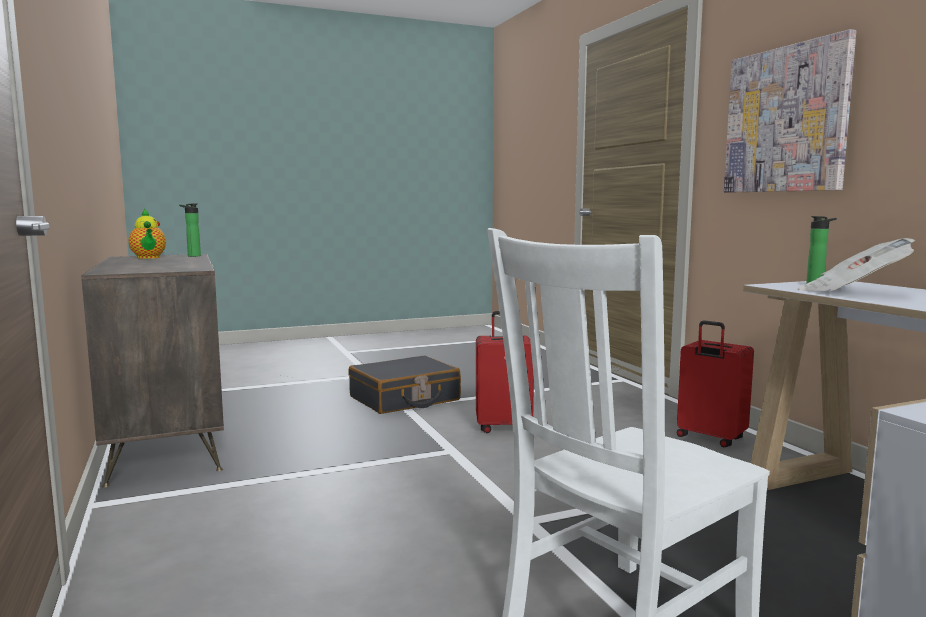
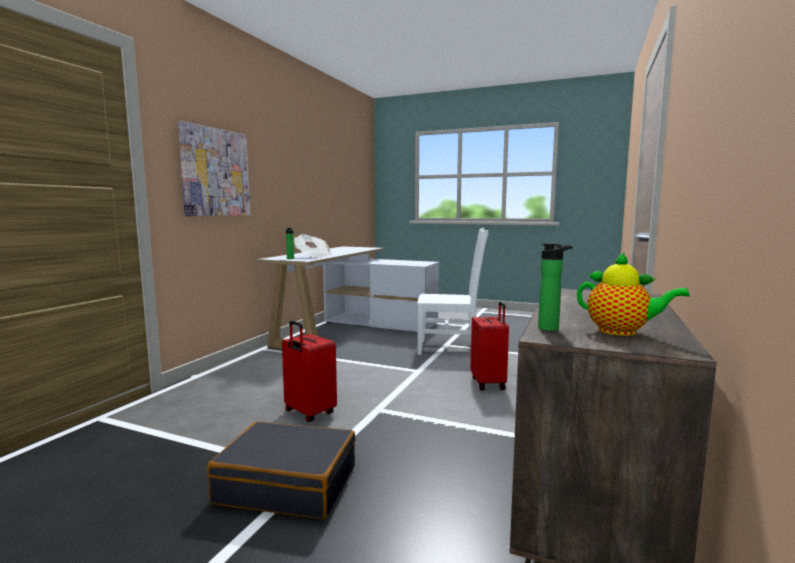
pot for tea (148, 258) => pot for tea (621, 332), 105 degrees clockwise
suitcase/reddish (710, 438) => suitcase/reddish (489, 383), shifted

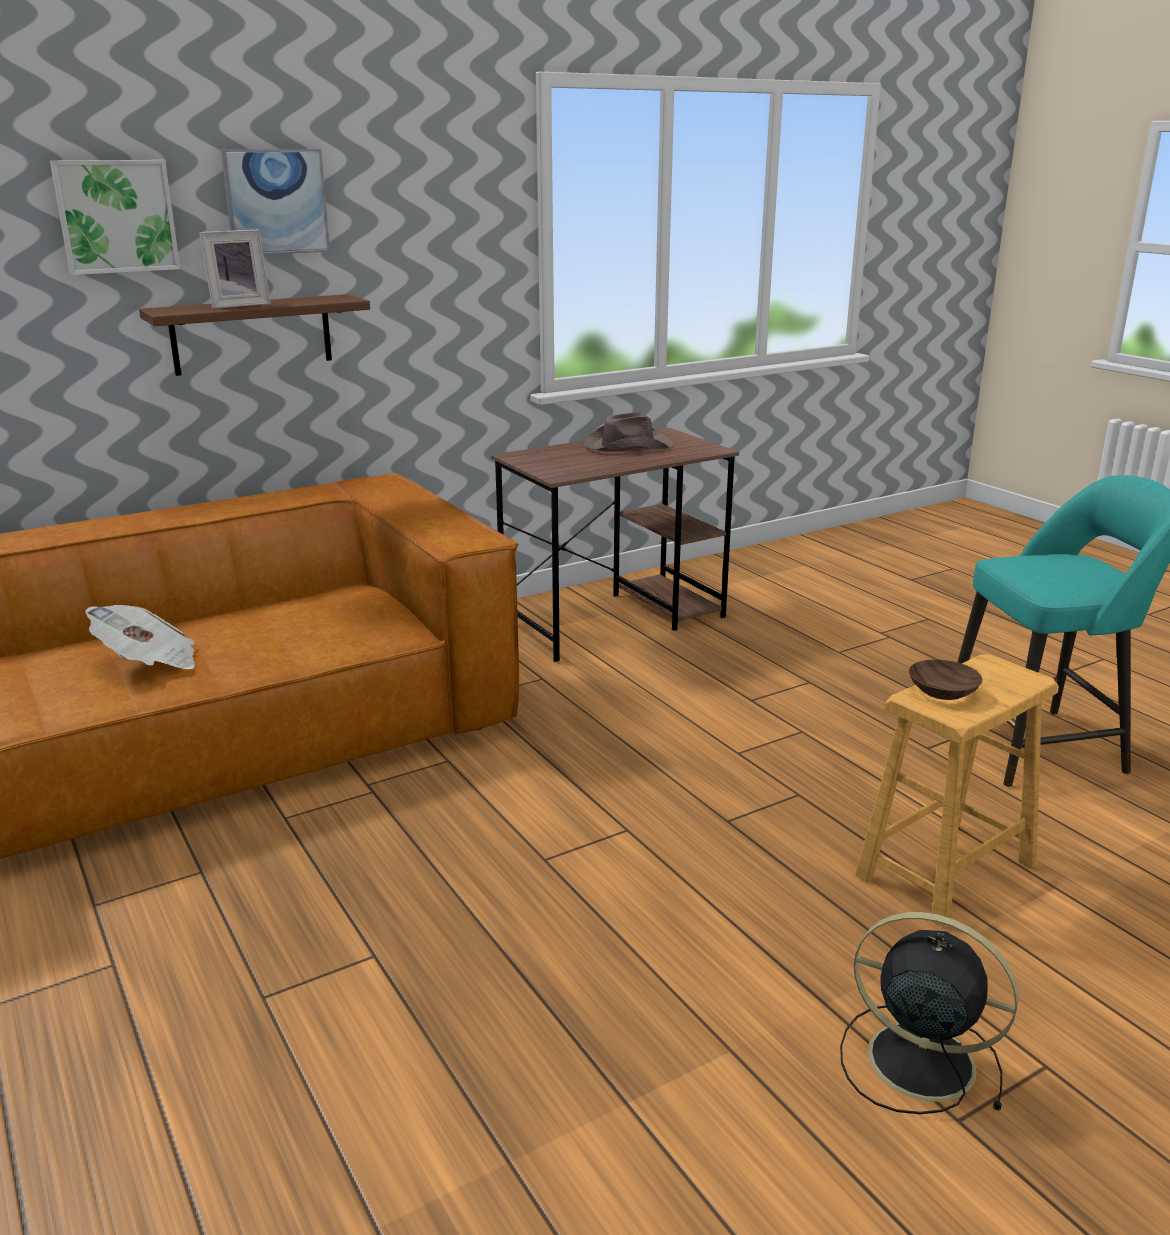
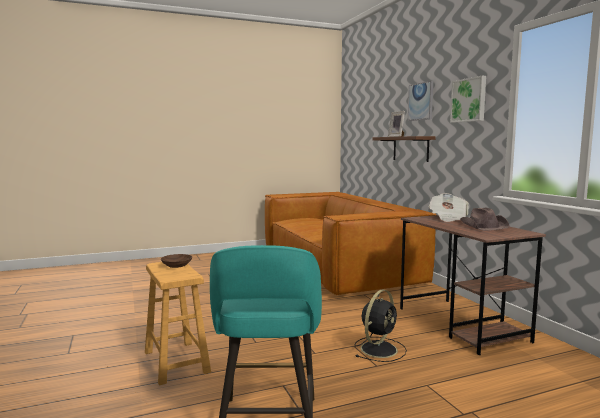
wall art (116, 216) => wall art (469, 100), shifted
printed paper (149, 662) => printed paper (448, 218), shifted
fan/black (916, 1059) => fan/black (379, 349), shifted

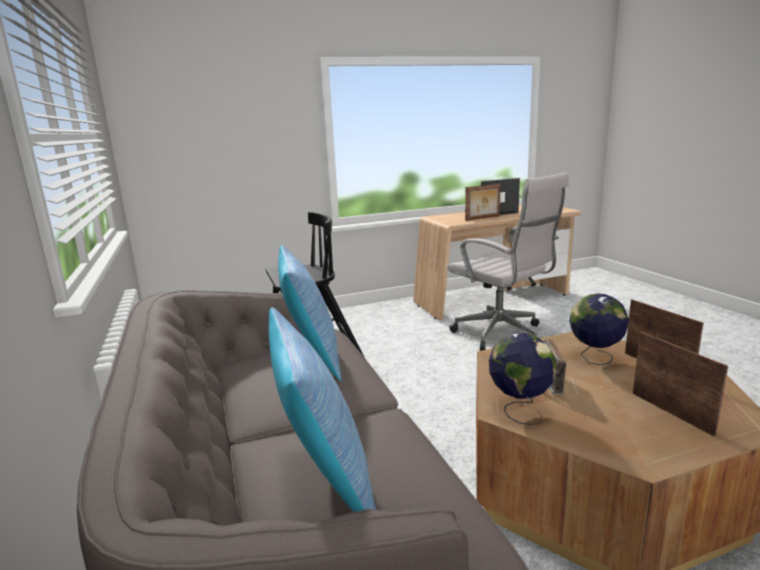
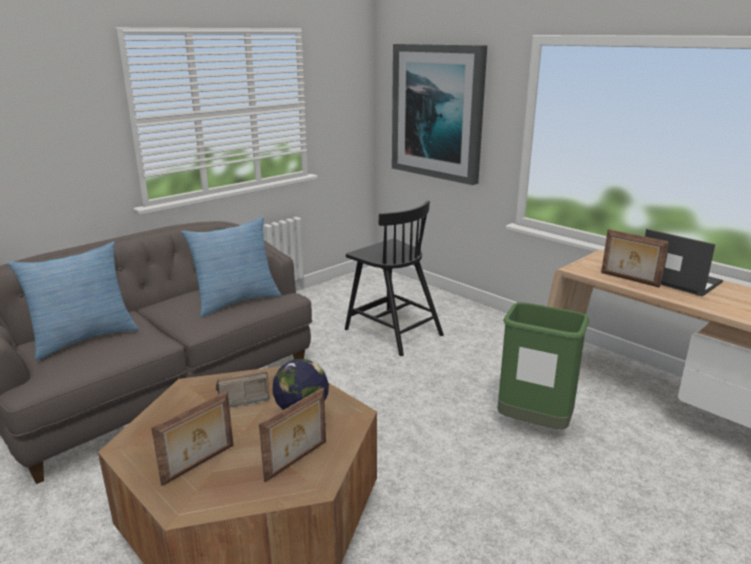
desk chair/whitish (502, 335) => waste bin/green-coloured (533, 425)
desk globe (520, 410) => nothing
nothing => wall art (438, 112)

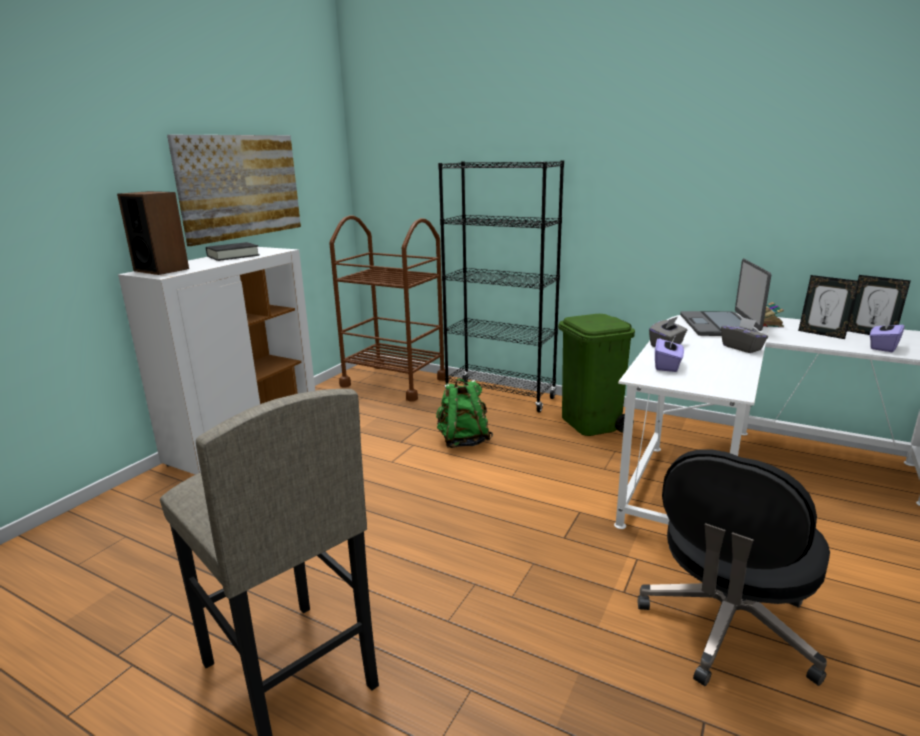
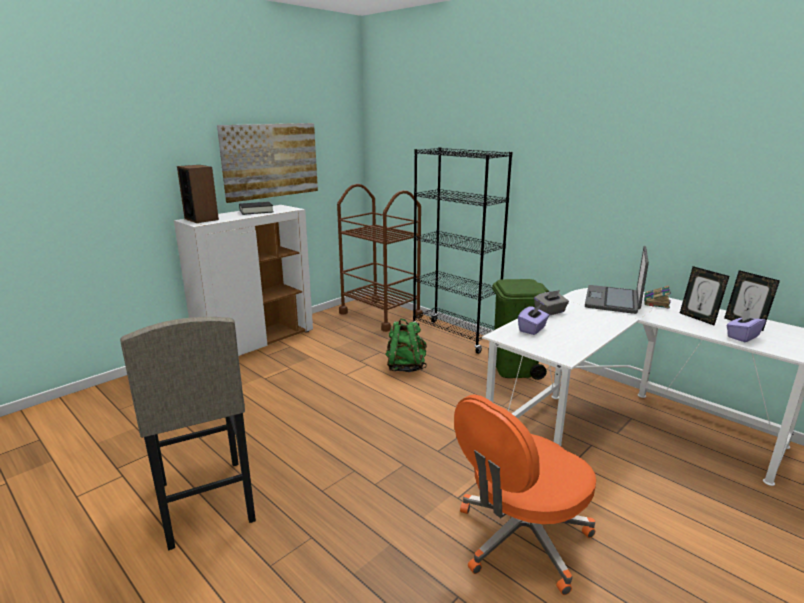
tissue box/greyish (742, 348) => nothing
desk chair/black (727, 627) => desk chair/orangey (520, 539)

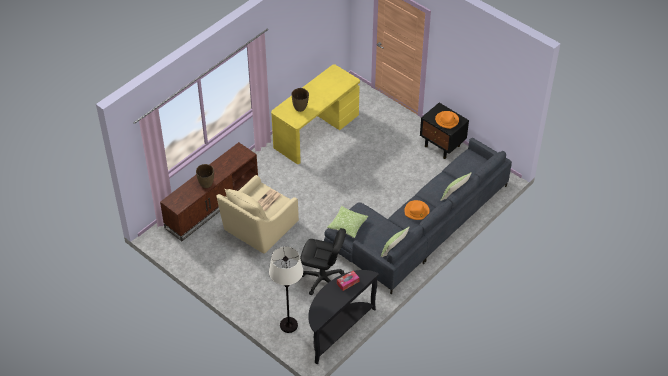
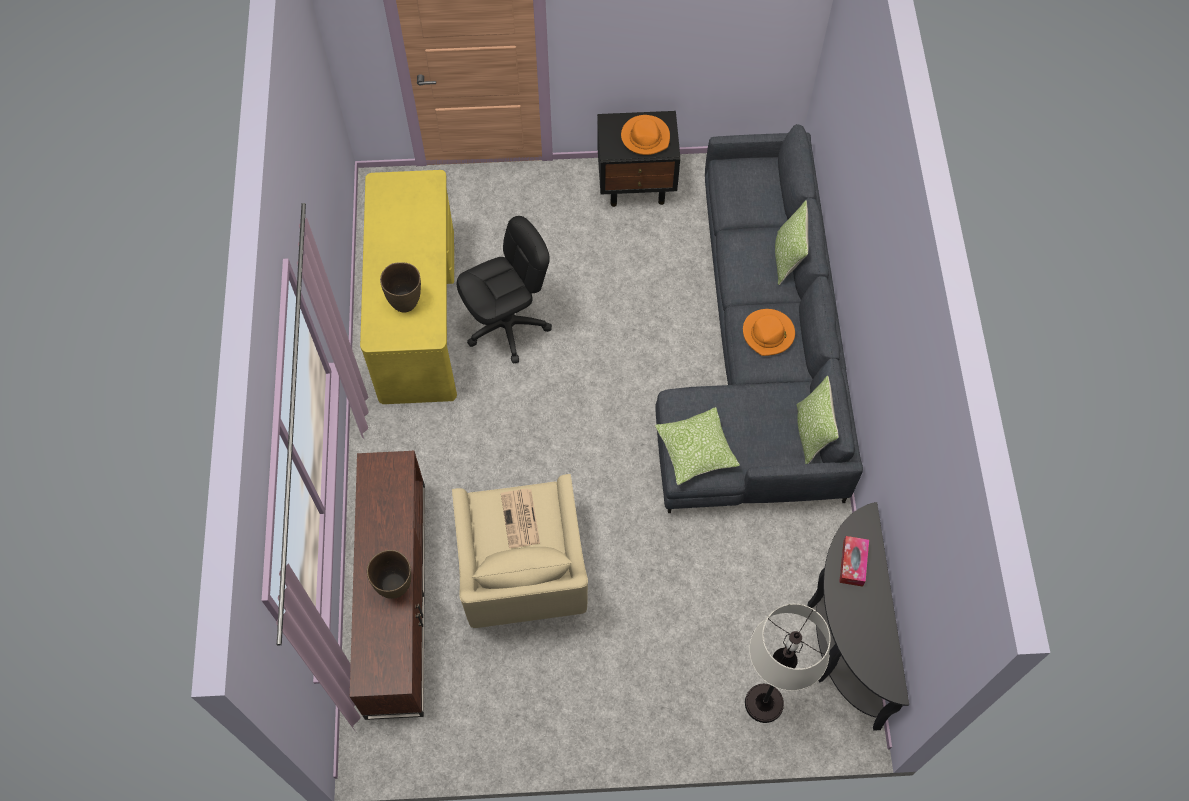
desk chair/black (322, 279) => desk chair/black (507, 326), shifted

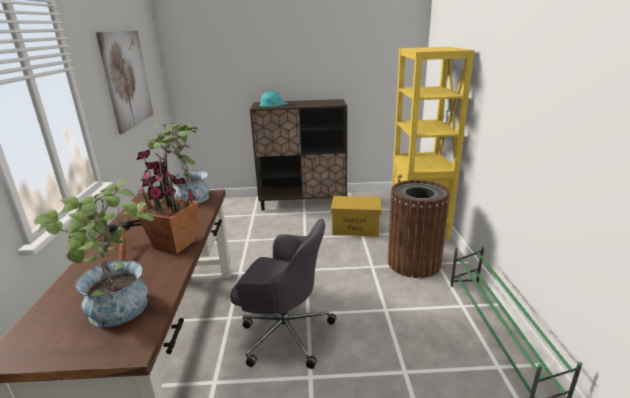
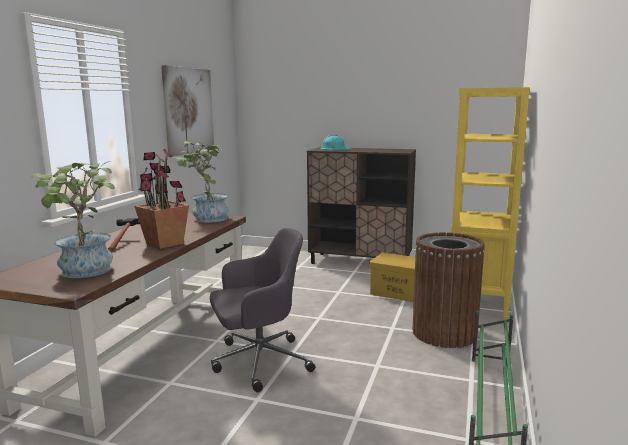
desk chair/greyish (284, 333) => desk chair/greyish (258, 362), 60 degrees counterclockwise

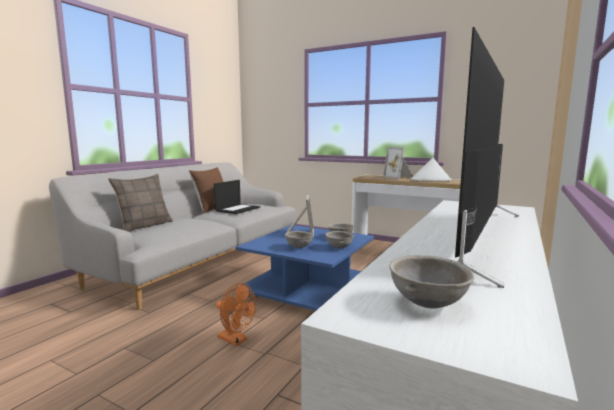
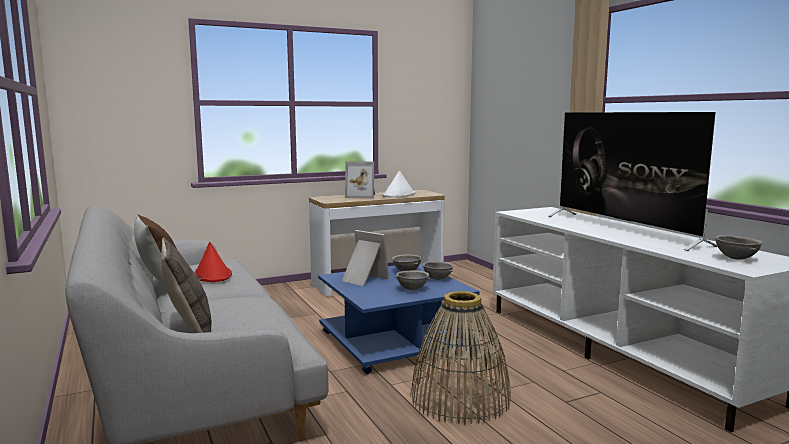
notebook computer (237, 209) => hat/reddish (212, 275)
fan/orangey (236, 340) => storage basket (459, 398)

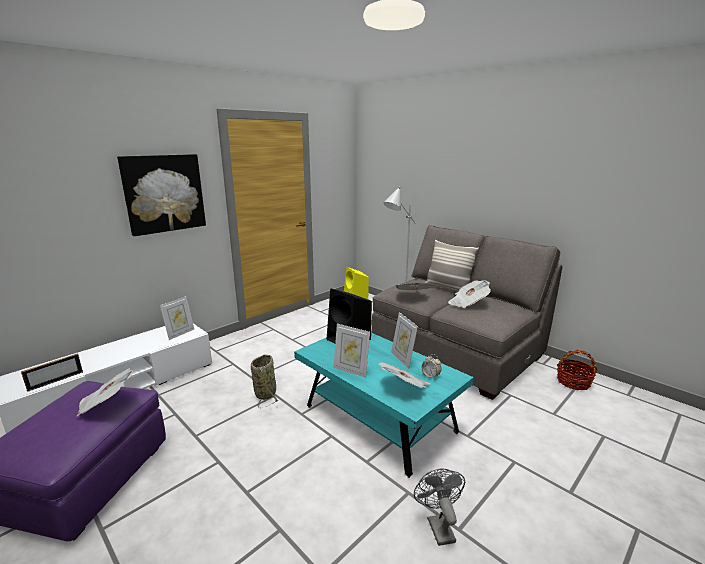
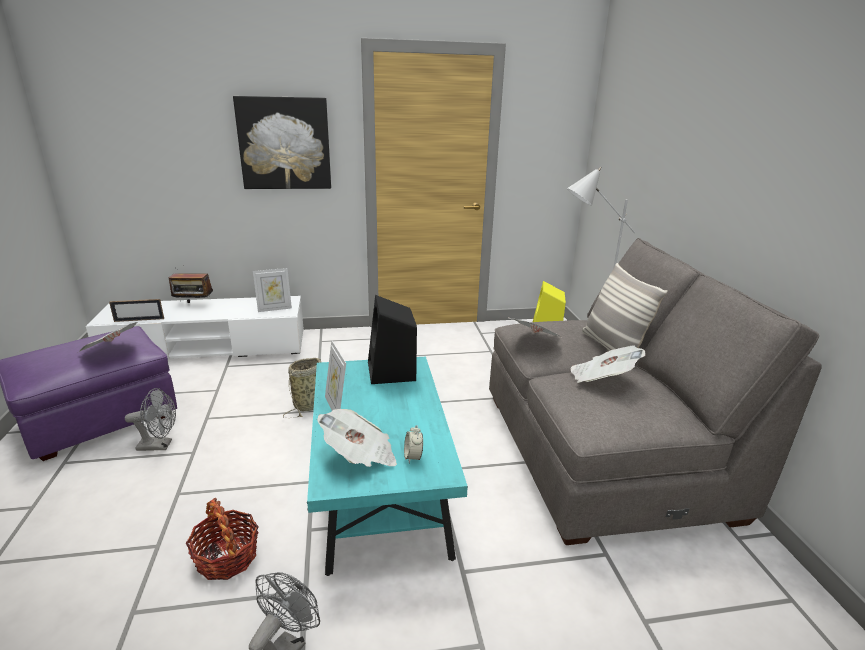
picture frame (402, 359) => nothing
storage basket (573, 382) => storage basket (226, 557), shifted
nothing => radio (194, 304)
nothing => fan/greyish (160, 445)

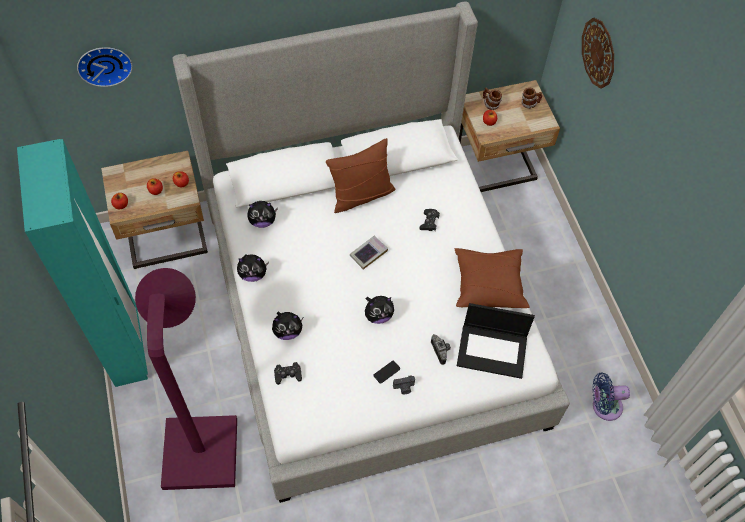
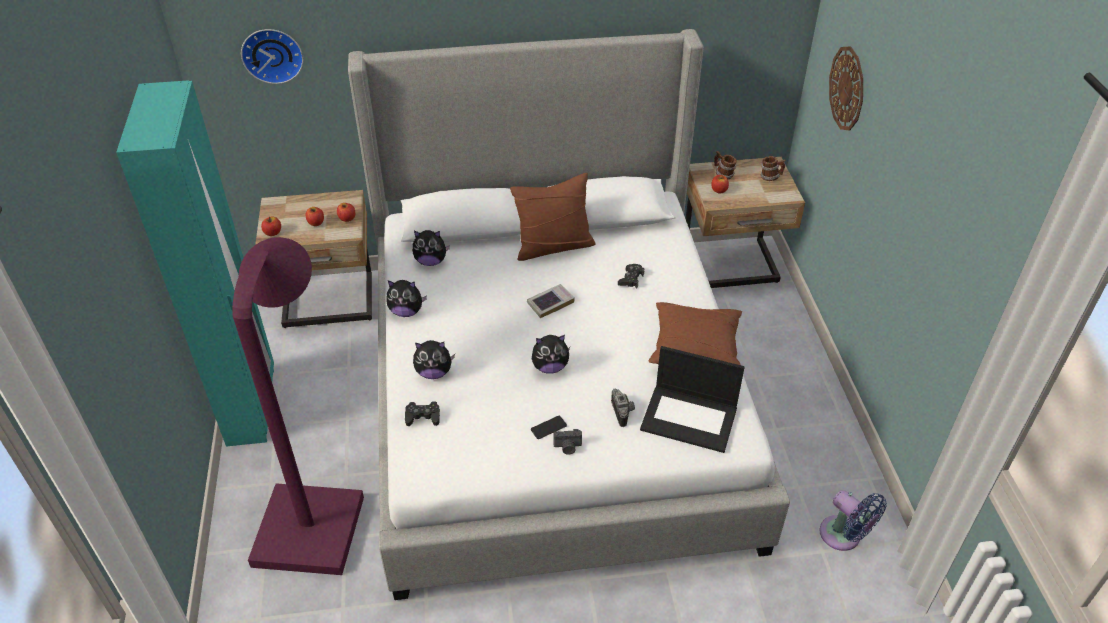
fan/blue-coloured (603, 406) => fan/blue-coloured (843, 536), 135 degrees counterclockwise

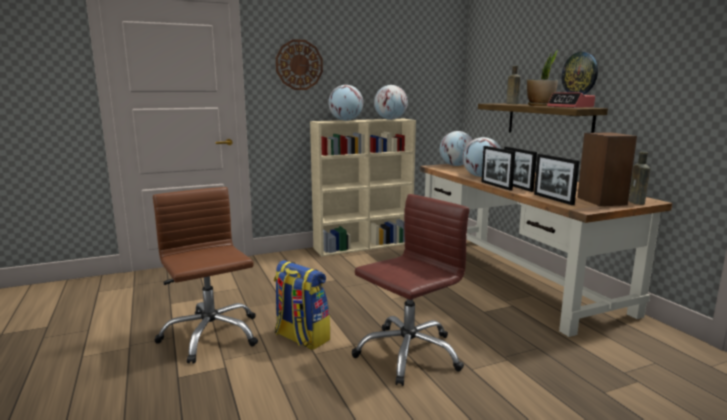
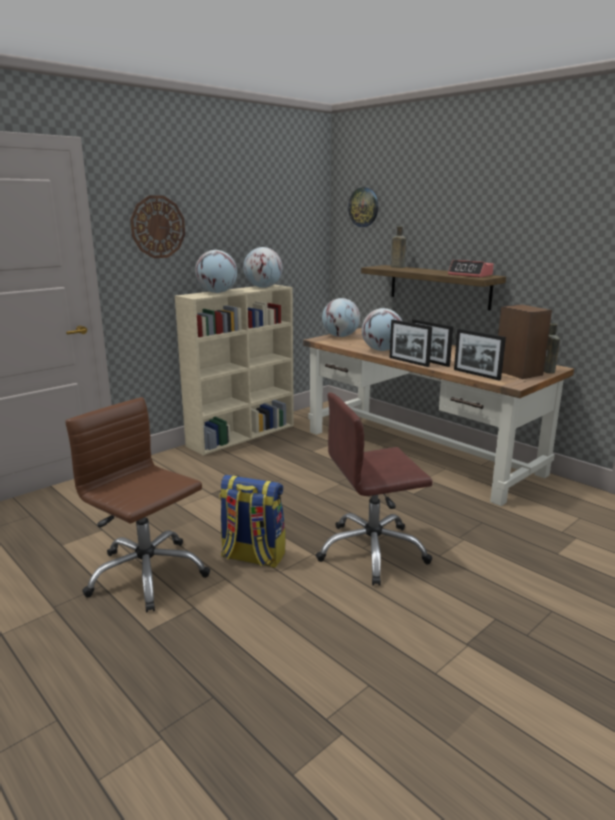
plant in a pot (540, 105) => nothing
clock on the wall (580, 74) => clock on the wall (363, 207), shifted
desk chair/brownish (408, 353) => desk chair/brownish (372, 552), 135 degrees counterclockwise

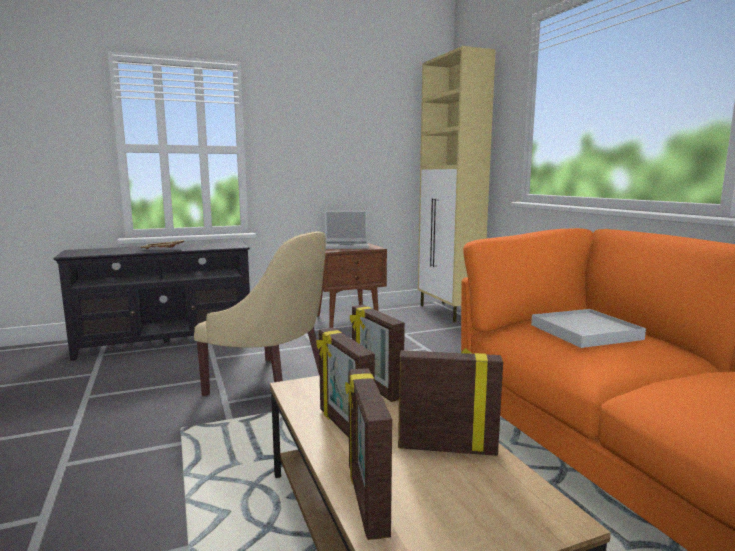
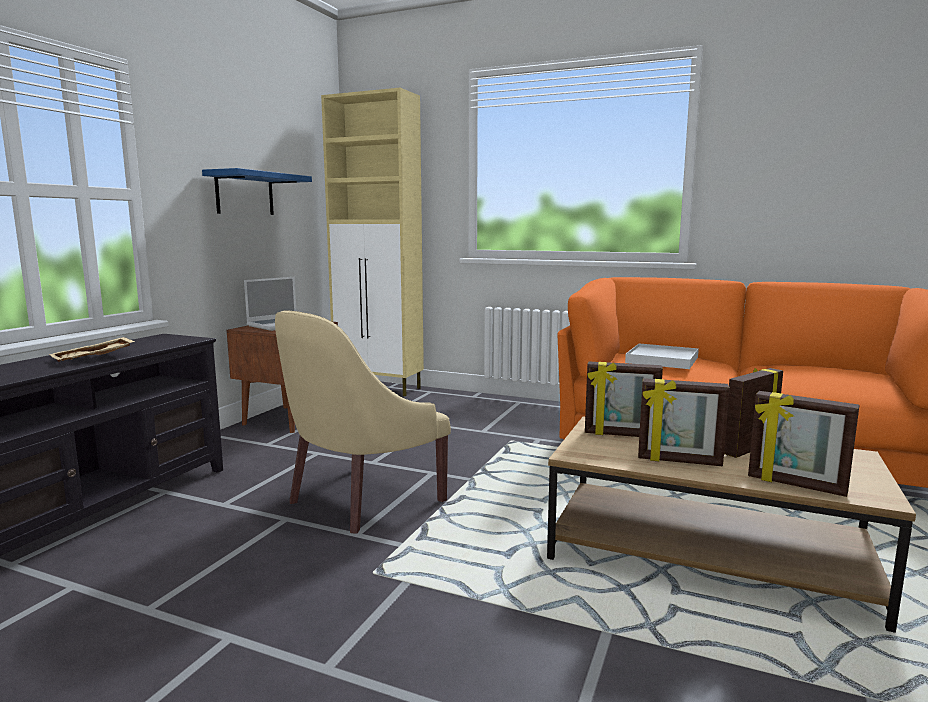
lounge chair/sand-coloured (272, 382) => lounge chair/sand-coloured (360, 500), 150 degrees clockwise
nothing => shelf/blue-coloured (245, 194)

